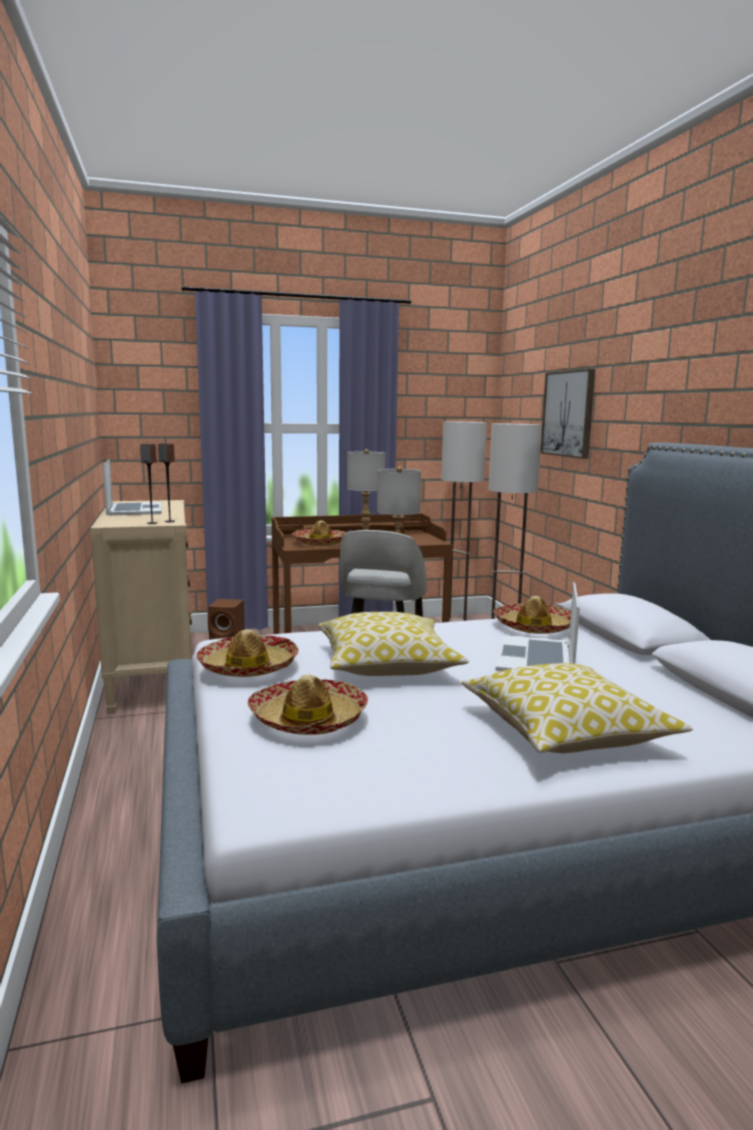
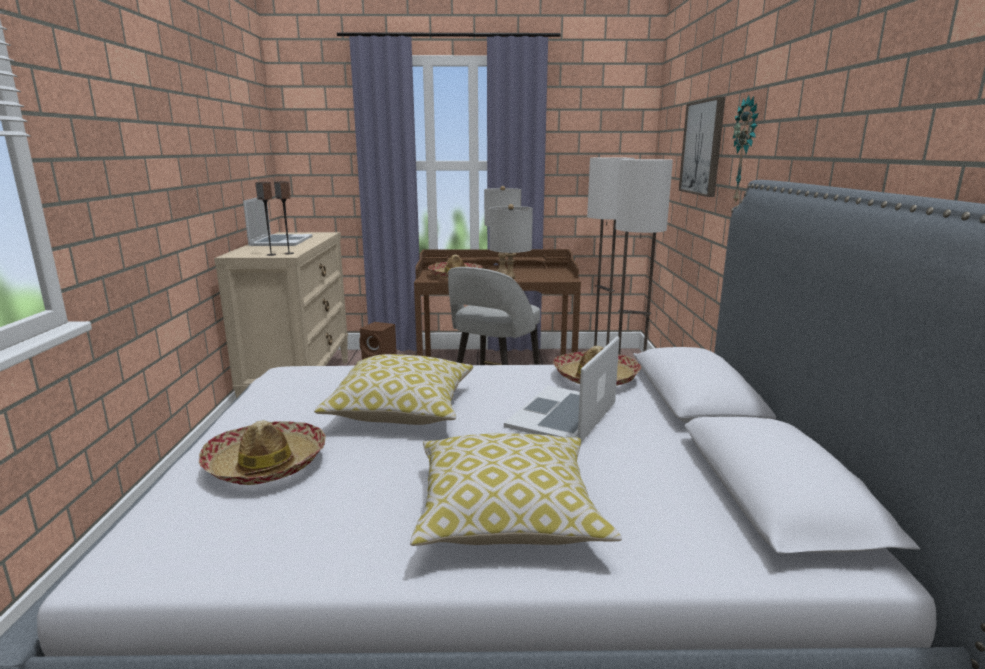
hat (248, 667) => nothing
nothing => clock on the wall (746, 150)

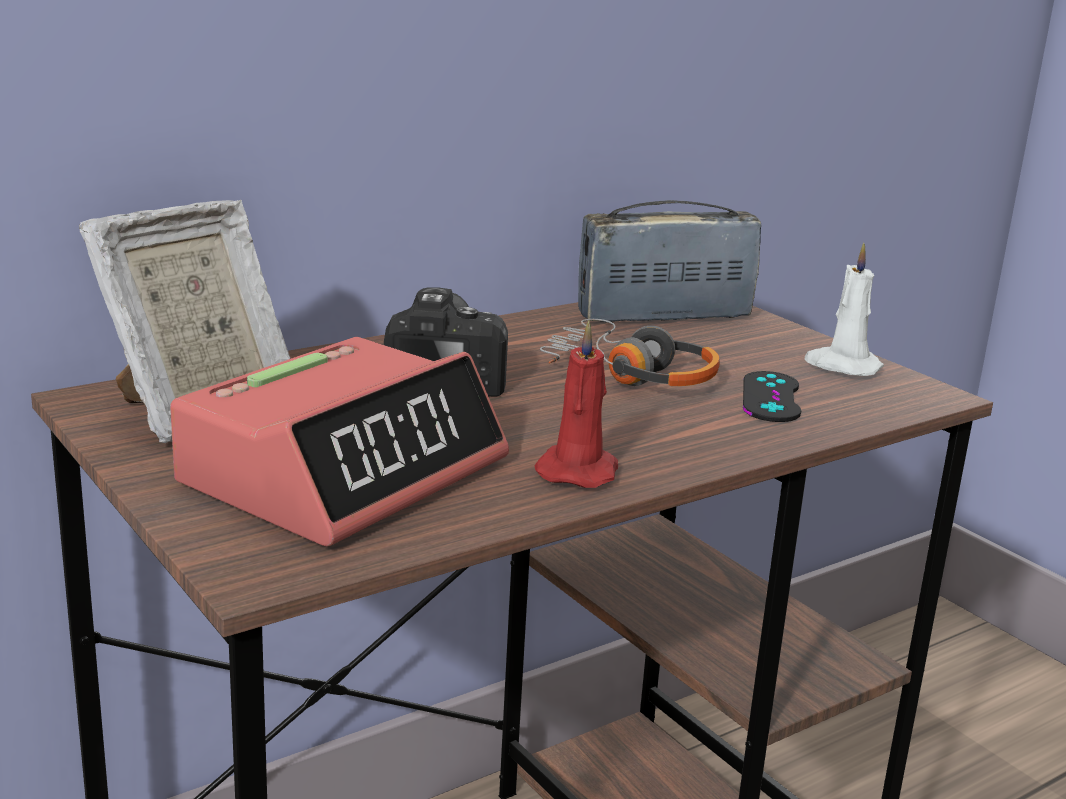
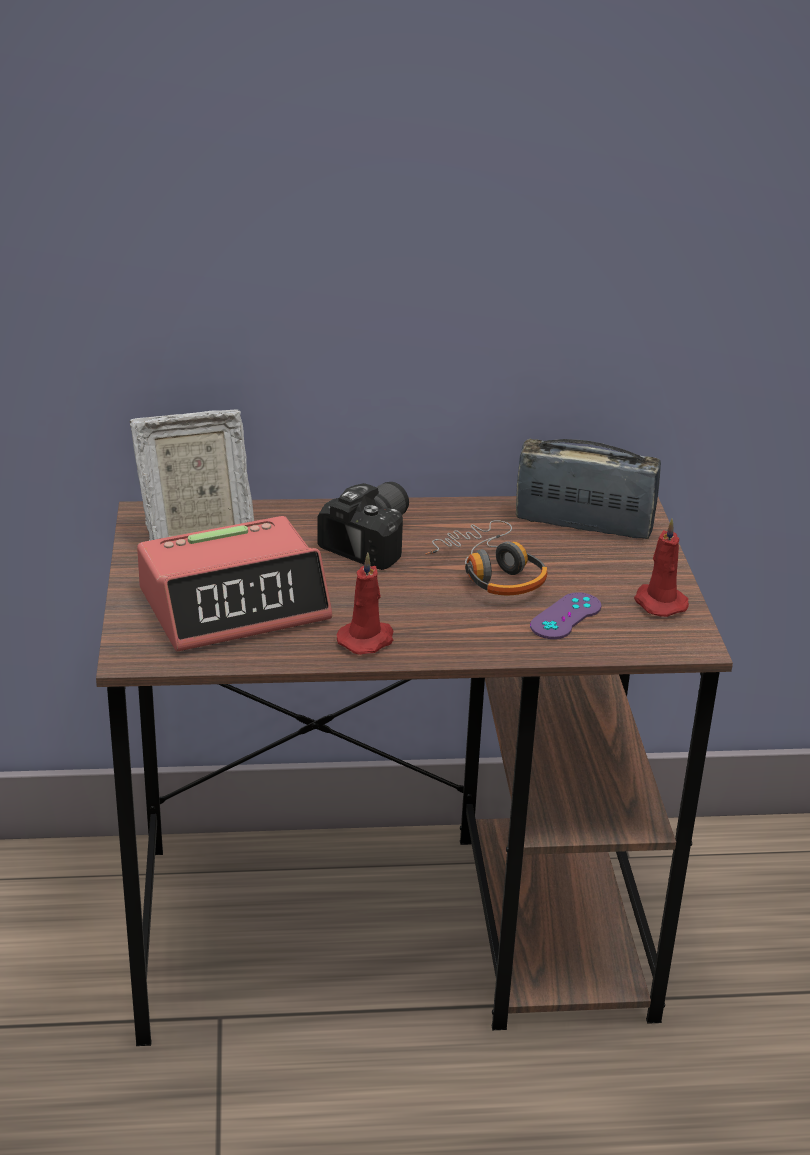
wax light/whitish (841, 366) => wax light/reddish (658, 602)
game controller/black (771, 397) => game controller/purple-coloured (566, 616)

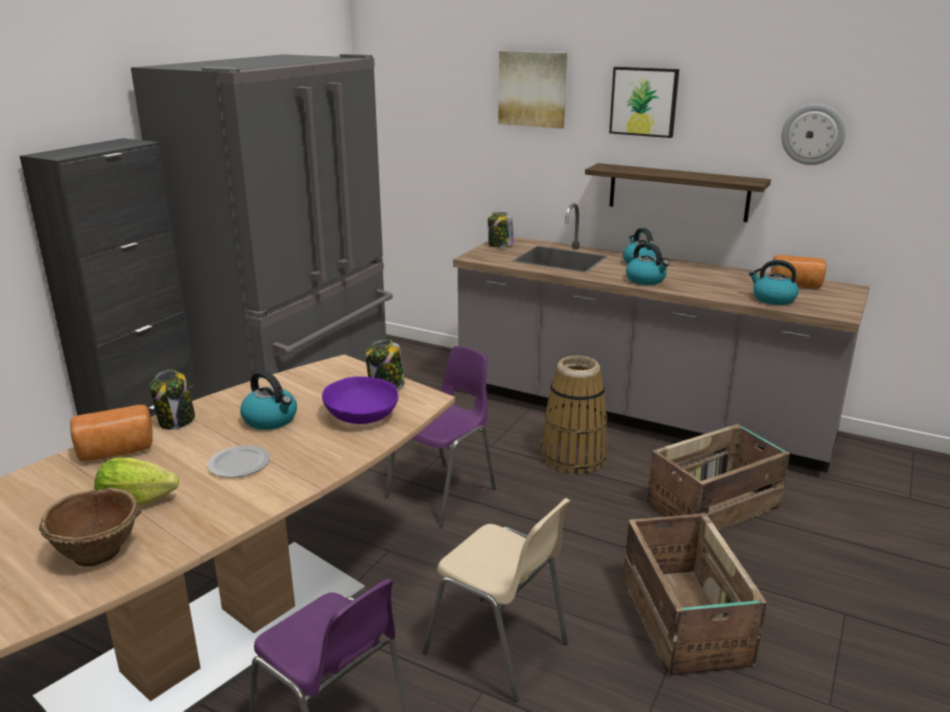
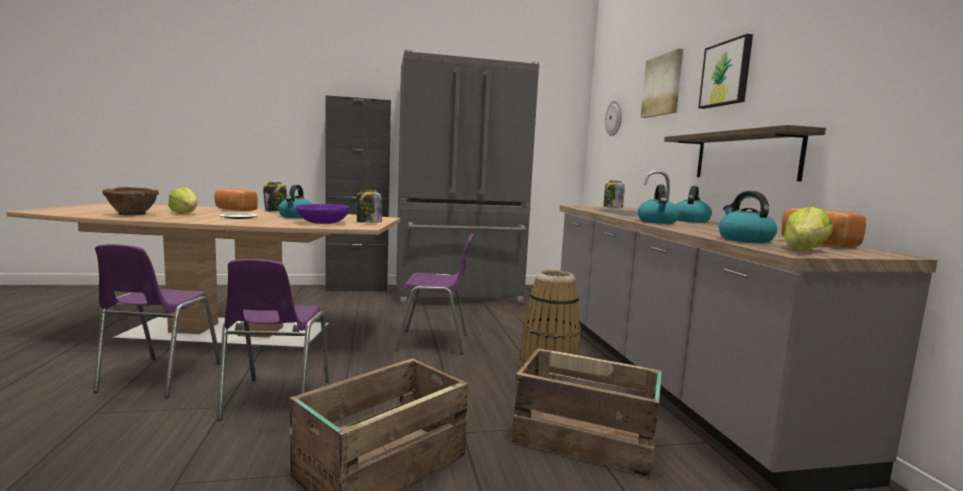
clock on the wall (813, 134) => clock on the wall (614, 118), shifted
upright chair/sand-coloured (499, 649) => upright chair/purple-coloured (275, 401)
nothing => lettuce (804, 250)

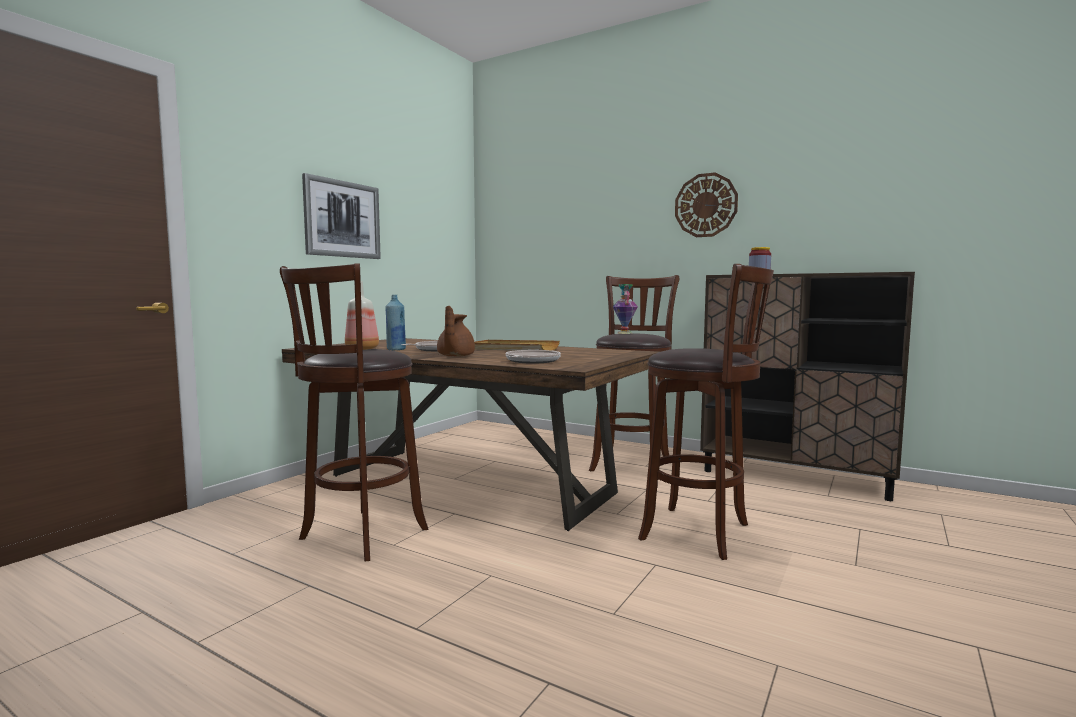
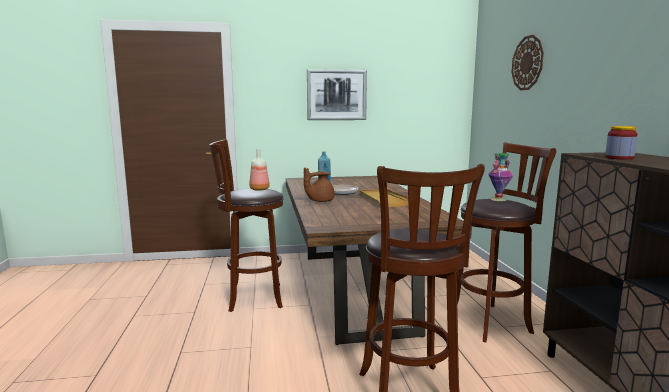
clock on the wall (705, 205) => clock on the wall (527, 63), shifted
skillet (531, 361) => nothing

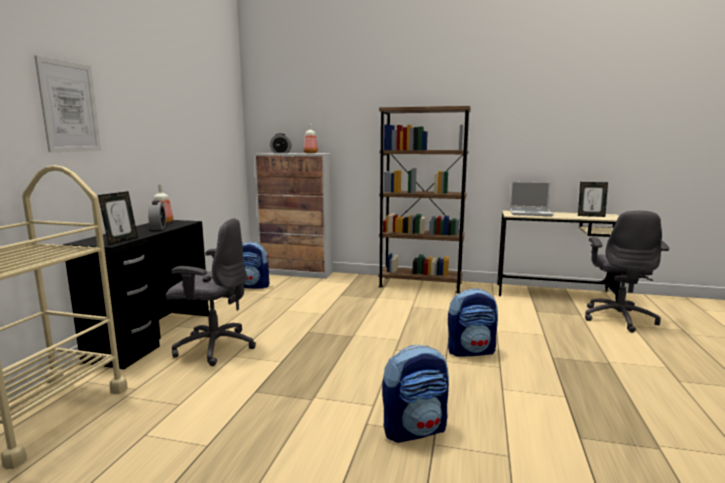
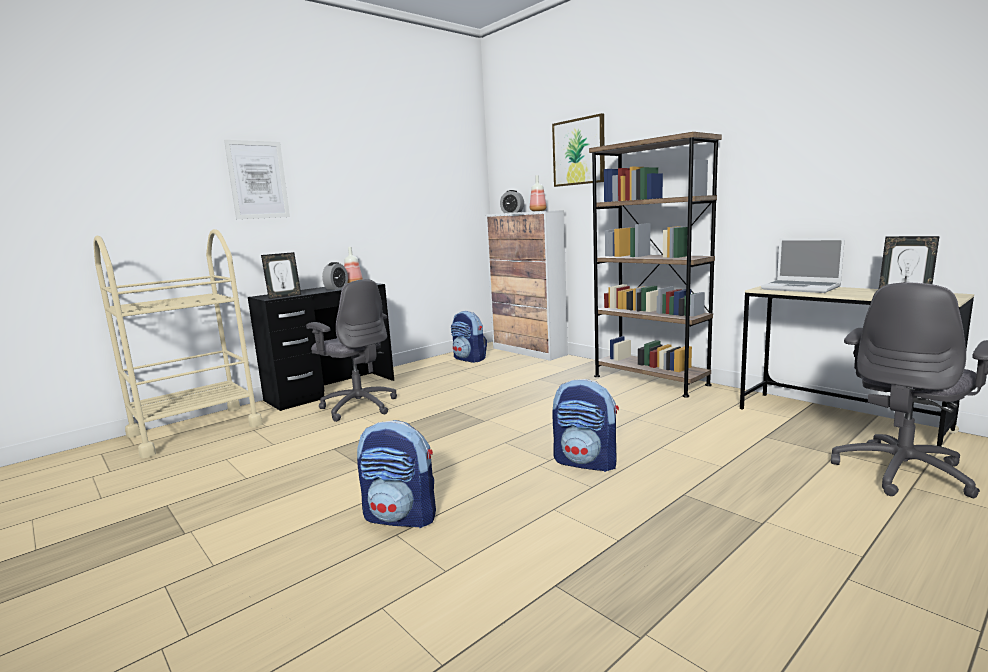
nothing => wall art (579, 152)

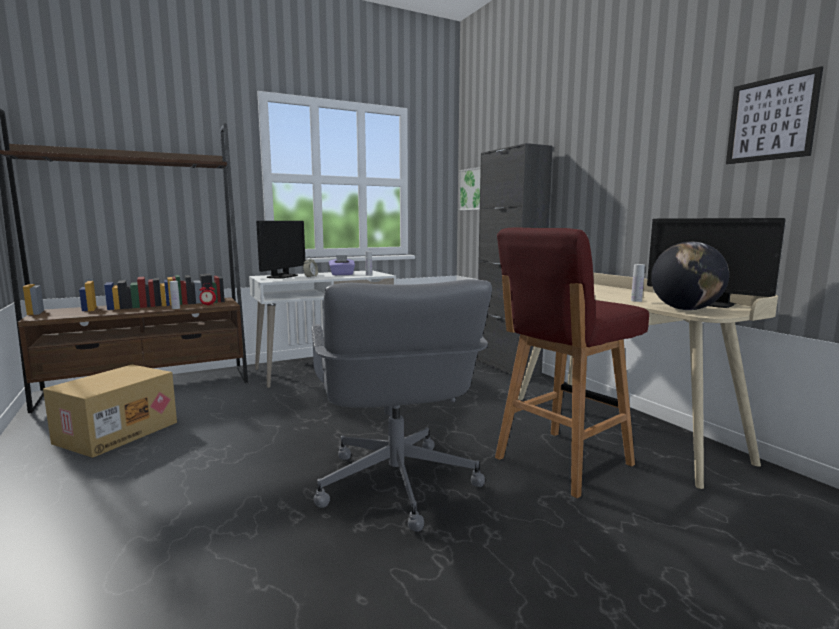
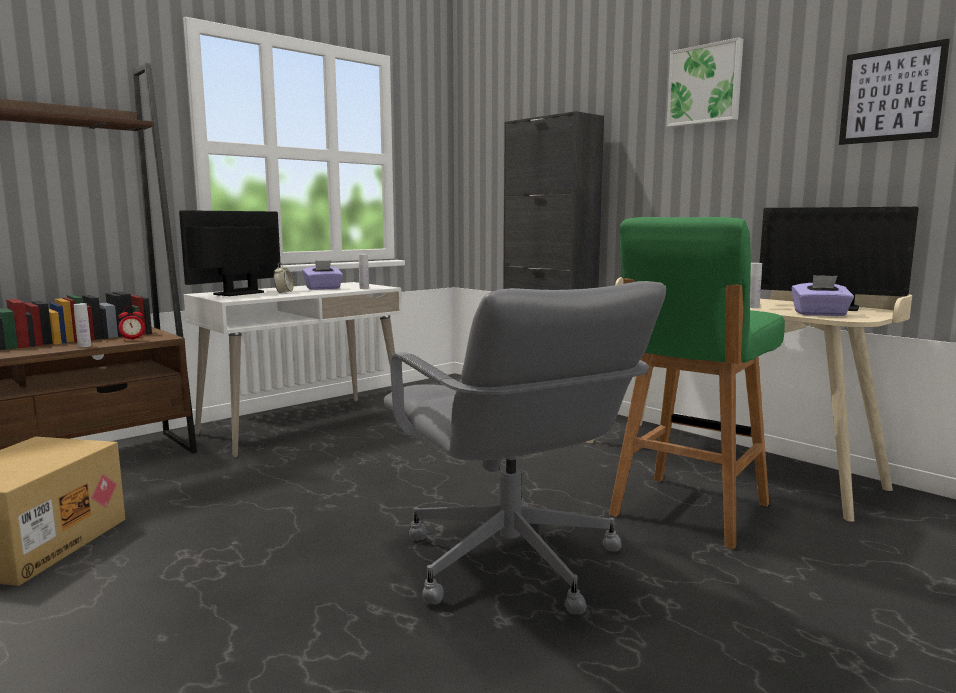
wall art (473, 189) => wall art (705, 85), shifted
monitor (282, 276) => monitor (239, 293), 150 degrees counterclockwise
stool seat/reddish (561, 462) => stool seat/green-coloured (688, 511)
desk globe (685, 309) => tissue box/purple-coloured (820, 314)

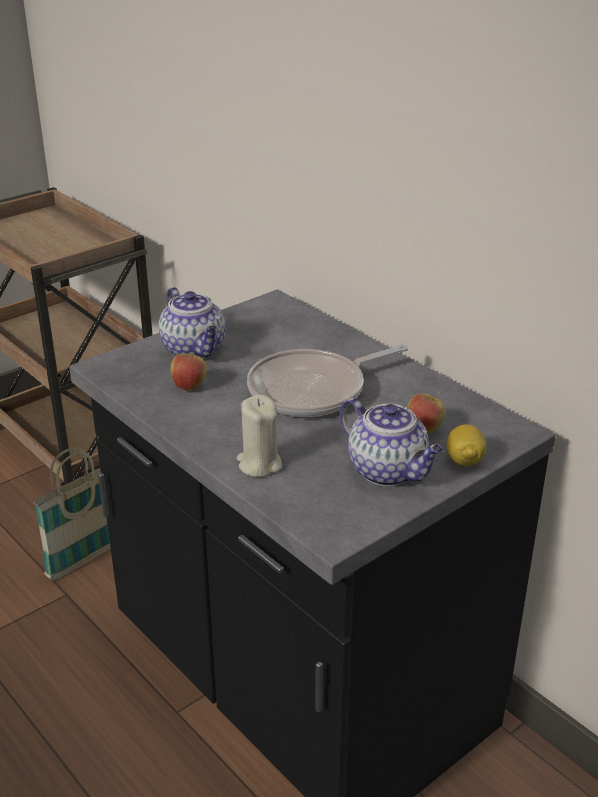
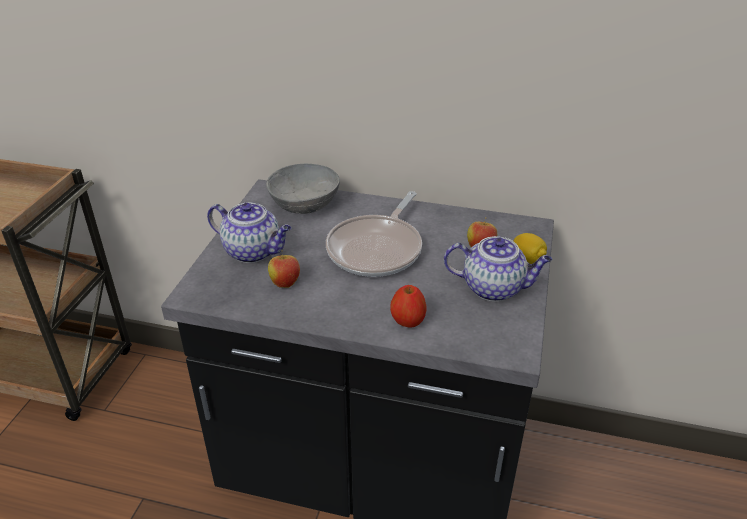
wax light/sand-coloured (259, 464) => whole apple (407, 322)
storage basket (84, 560) => nothing
nothing => deep dish/greyish (305, 204)

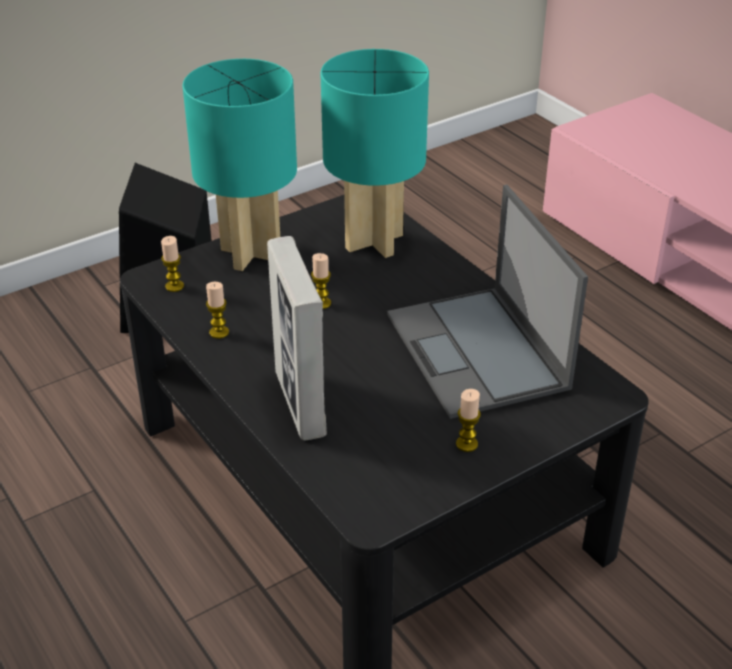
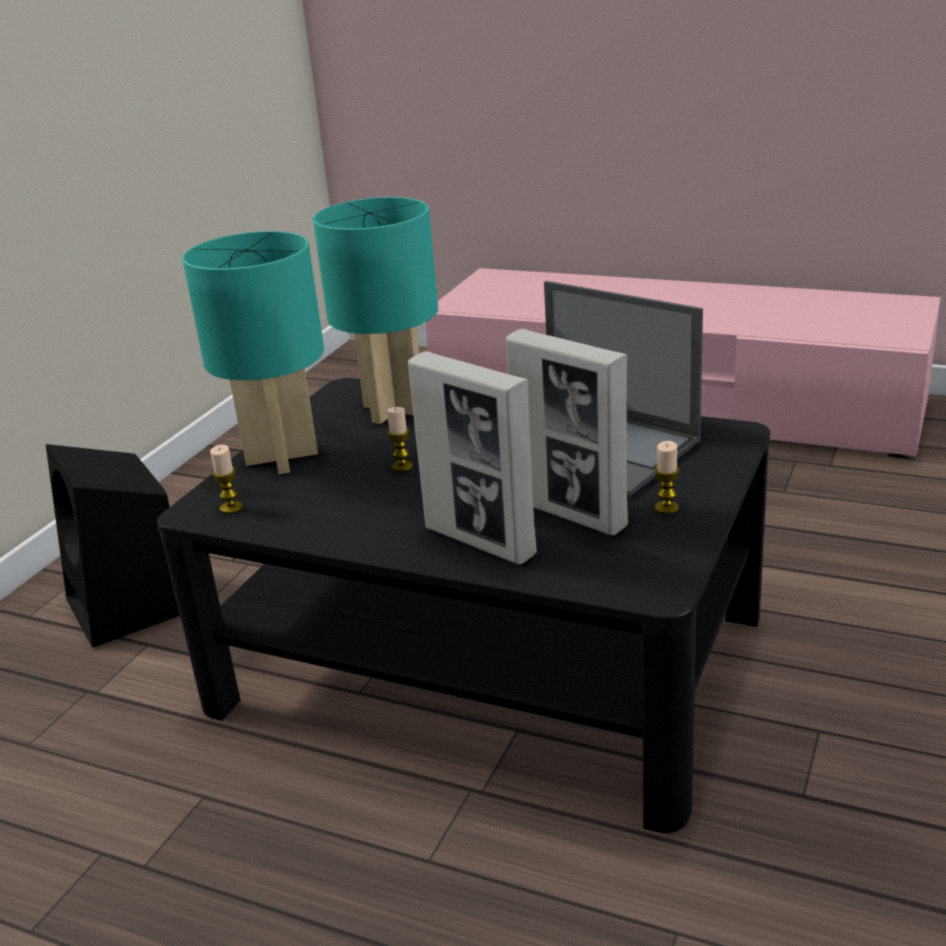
wax light (219, 332) => nothing
nothing => picture frame (570, 514)

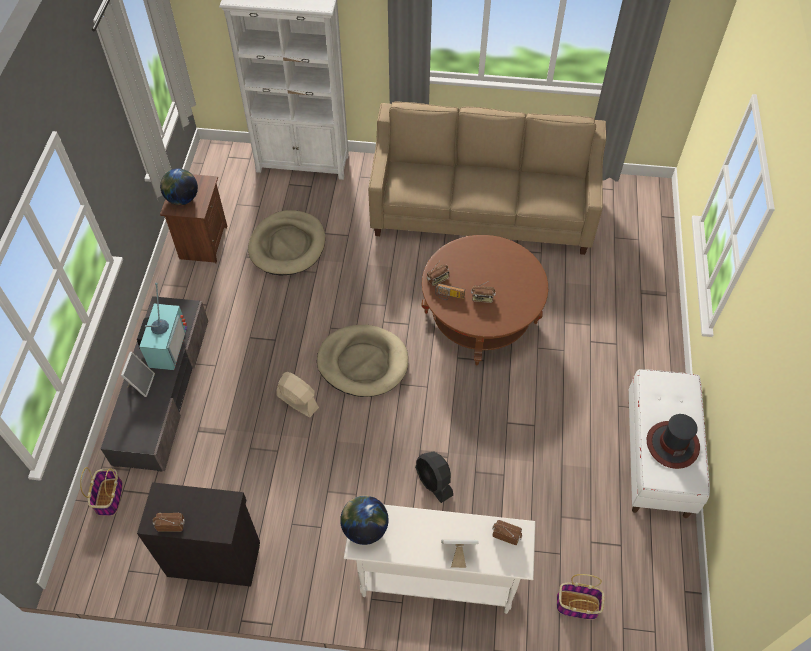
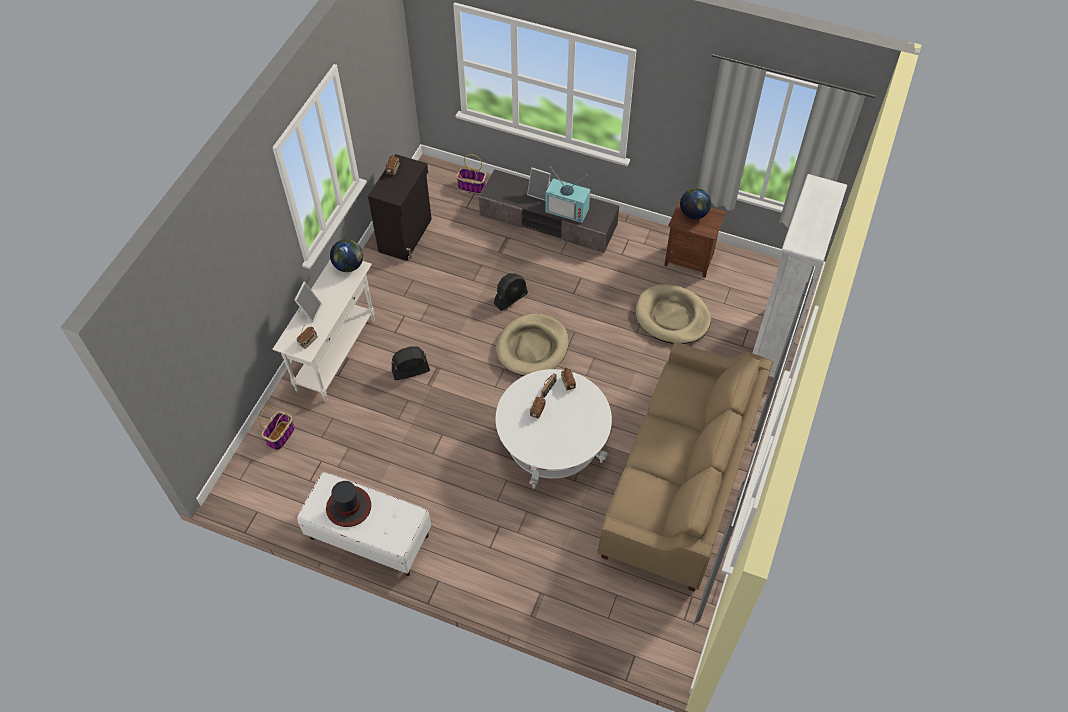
low table/brownish (480, 317) => low table/whitish (552, 444)
fan/sand-coloured (297, 401) => fan/black (511, 299)

